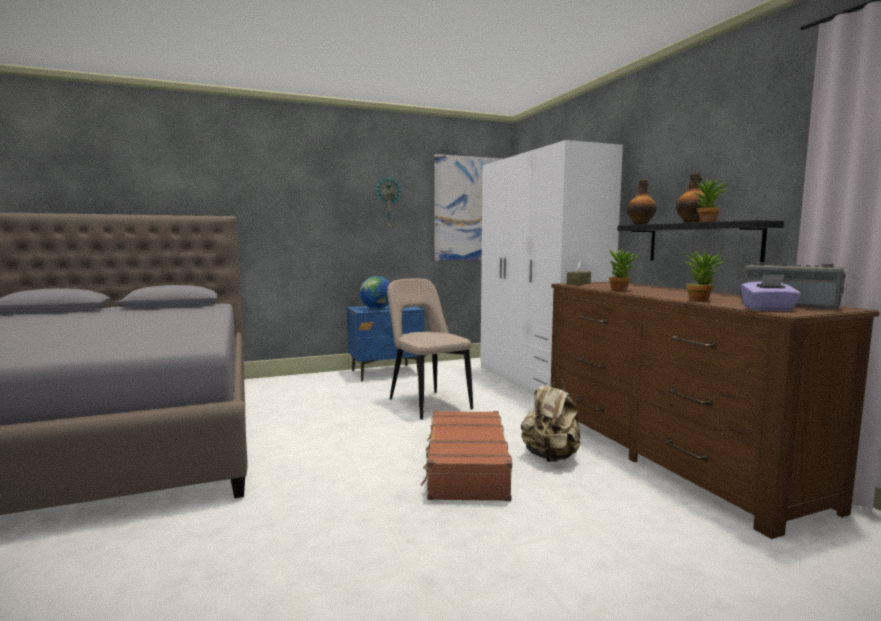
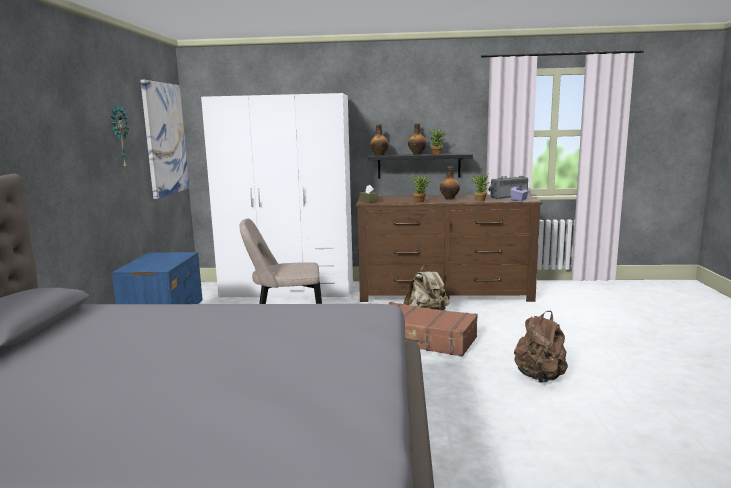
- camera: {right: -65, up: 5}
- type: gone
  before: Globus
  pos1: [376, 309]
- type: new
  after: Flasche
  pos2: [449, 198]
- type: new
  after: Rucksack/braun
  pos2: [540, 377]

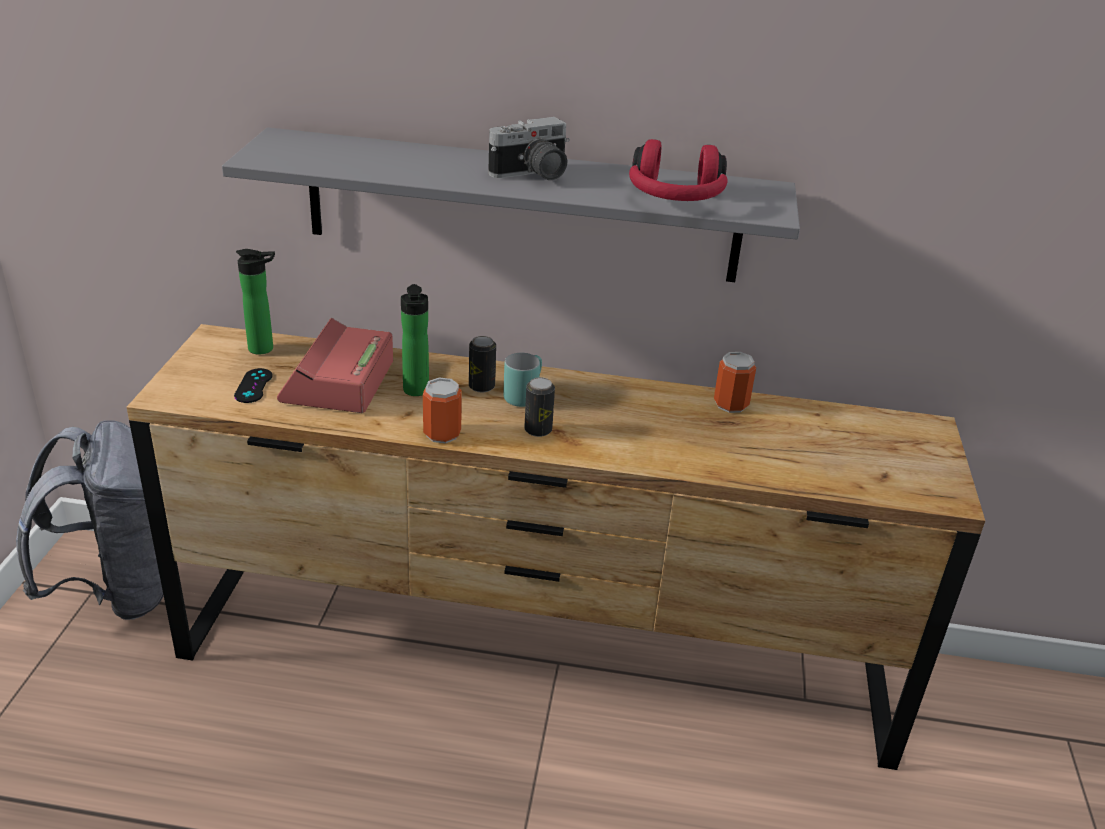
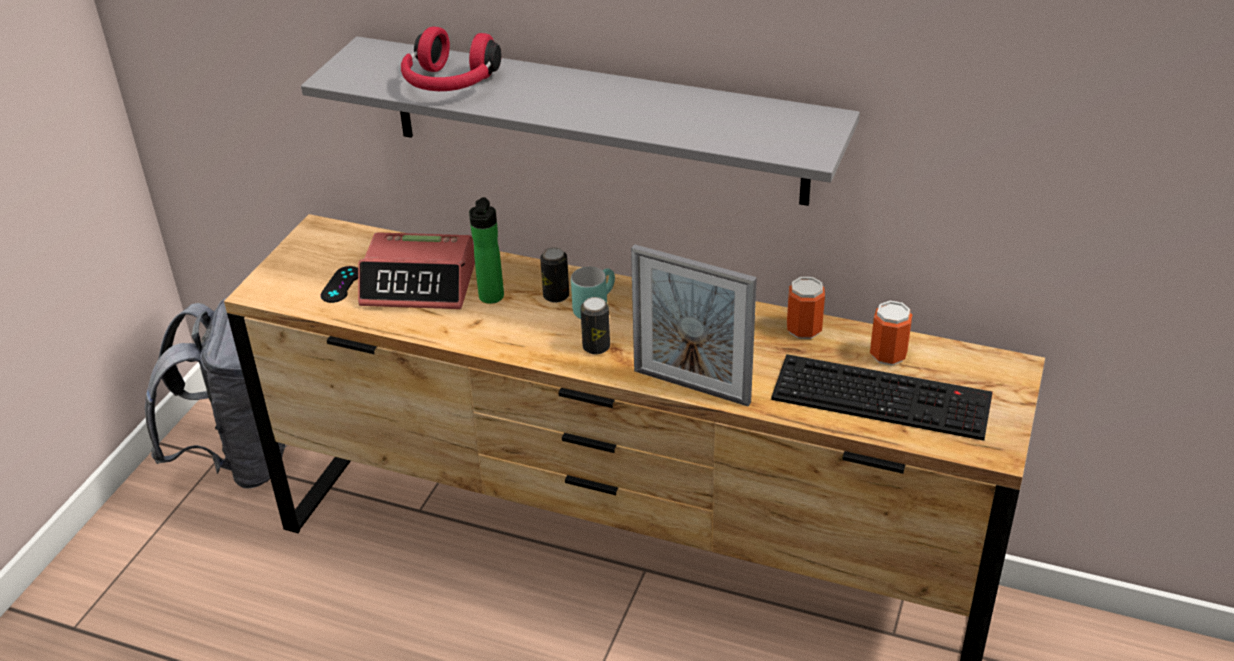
- camera: {right: 15, up: 5}
- type: gone
  before: Flasche
  pos1: [265, 349]
- type: rotated
  before: Wecker
  pos1: [338, 382]
  pos2: [419, 284]
  turn: -105
- type: shifted
  before: Dose
  pos1: [442, 434]
  pos2: [888, 355]
- type: gone
  before: Kamera
  pos1: [533, 175]
- type: shifted
  before: Kopfhörer/rot
  pos1: [675, 198]
  pos2: [449, 84]
- type: new
  after: Bilderrahmen
  pos2: [691, 386]
- type: new
  after: Tastatur
  pos2: [884, 396]

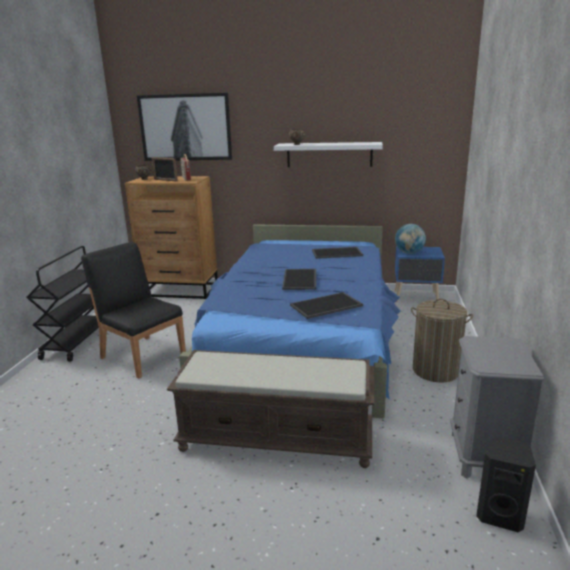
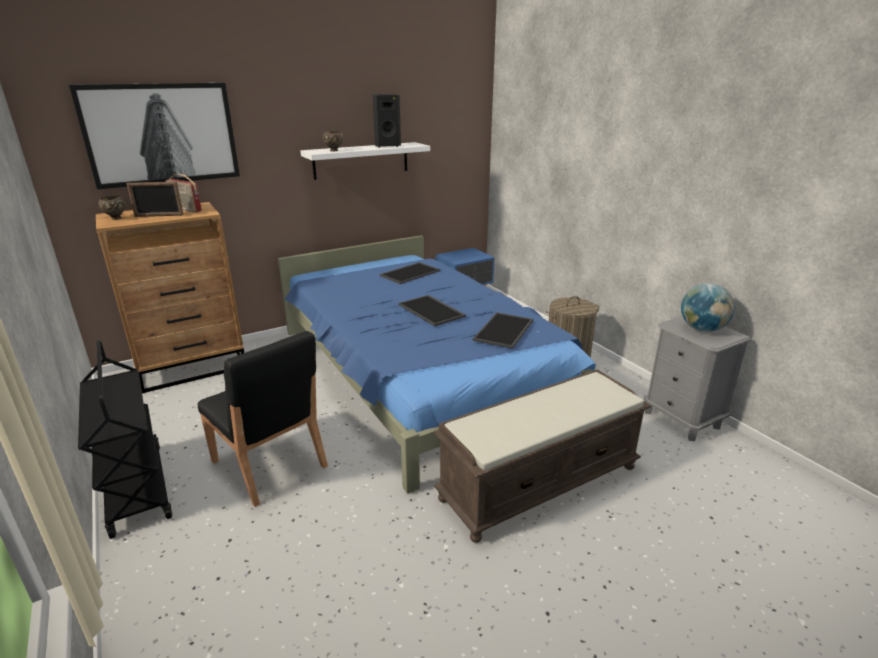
- camera: {right: -40, up: 5}
- type: rotated
  before: Stuhl/schwarz
  pos1: [143, 355]
  pos2: [269, 465]
  turn: -135
- type: shifted
  before: Globus
  pos1: [409, 253]
  pos2: [702, 329]
- type: shifted
  before: Lautsprecher/schwarz
  pos1: [499, 515]
  pos2: [386, 146]

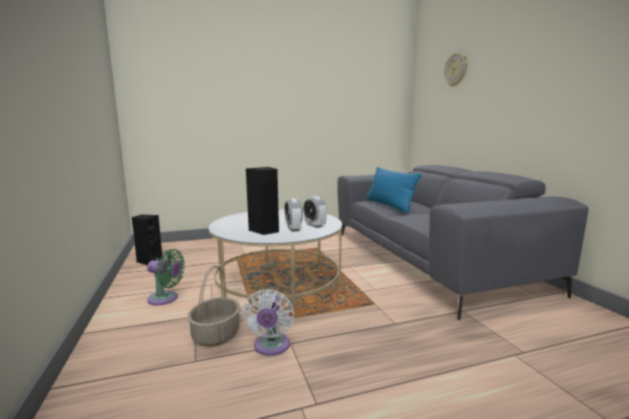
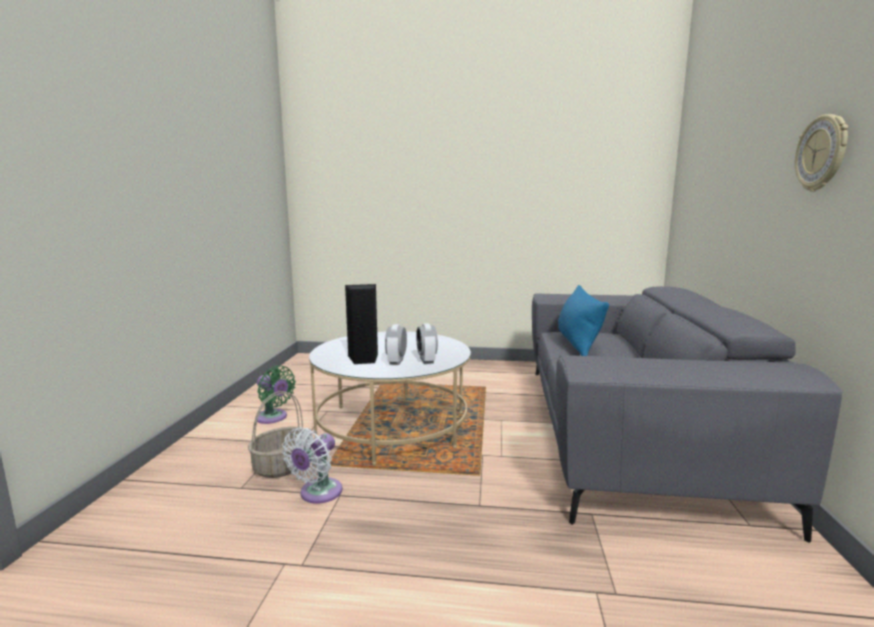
- camera: {right: 25, up: 0}
- type: gone
  before: Lautsprecher/schwarz
  pos1: [149, 261]
- type: shifted
  before: Wanduhr
  pos1: [456, 70]
  pos2: [822, 153]

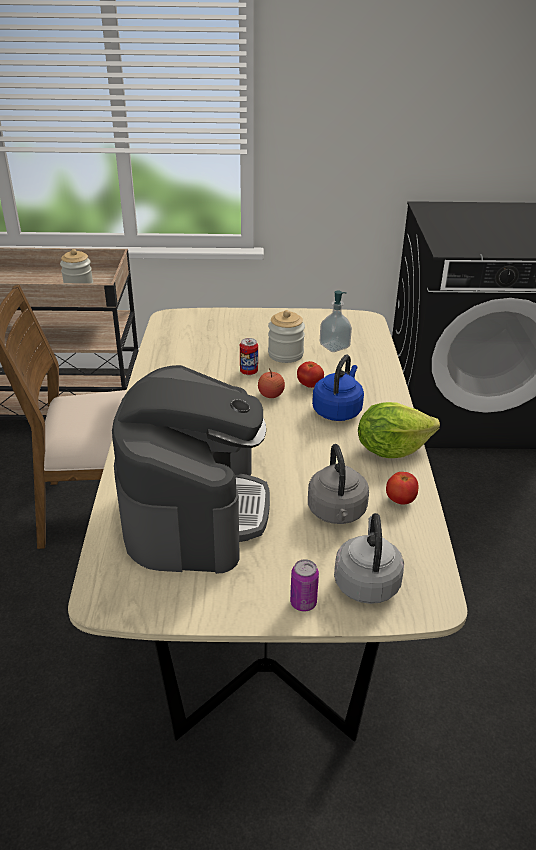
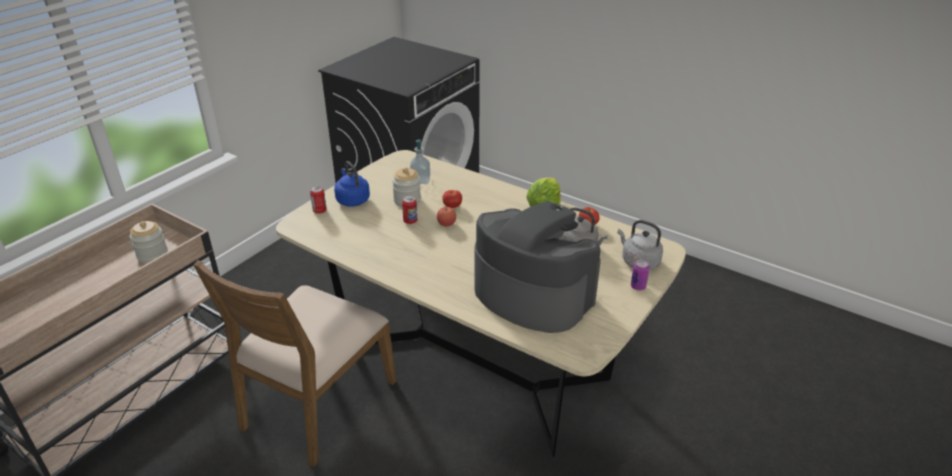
- camera: {right: -55, up: 0}
- type: shifted
  before: Wasserkessel/blau
  pos1: [338, 410]
  pos2: [352, 200]
- type: new
  after: Dose
  pos2: [319, 211]

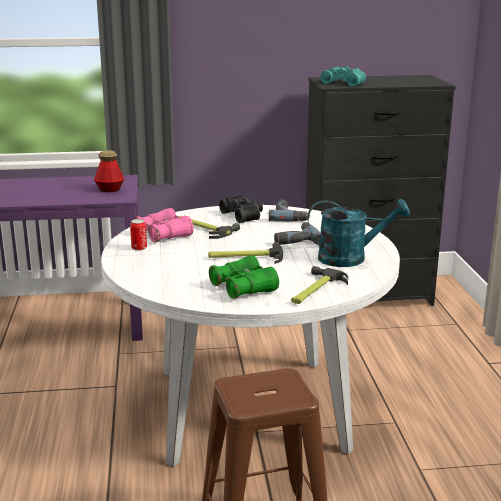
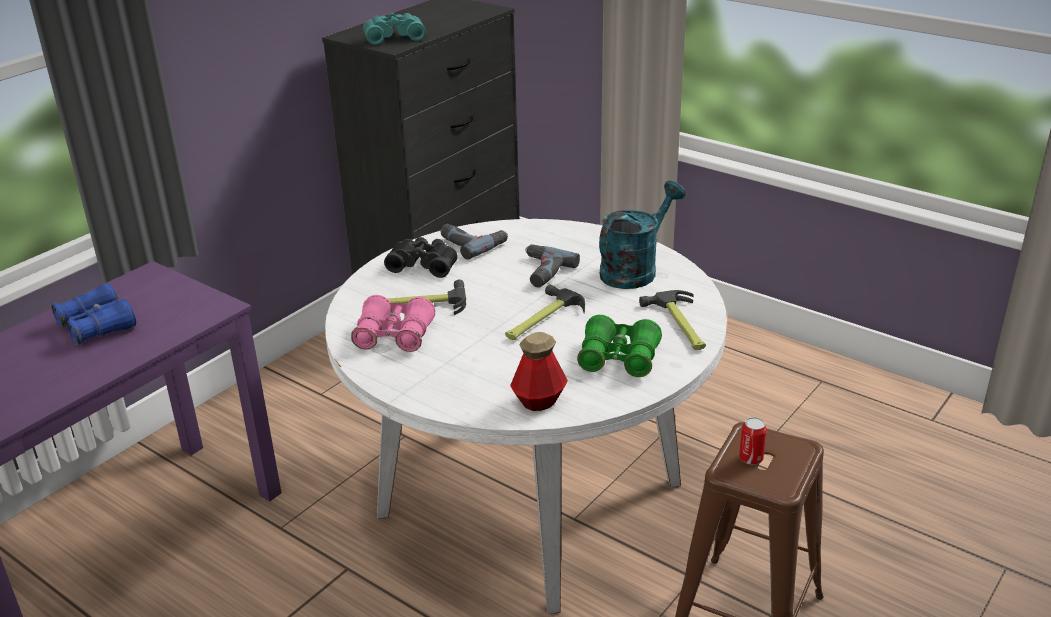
- camera: {right: -45, up: 10}
- type: shifted
  before: Flasche
  pos1: [110, 189]
  pos2: [539, 401]
- type: shifted
  before: Dose
  pos1: [139, 248]
  pos2: [751, 458]
- type: new
  after: Fernglas/blau
  pos2: [97, 326]

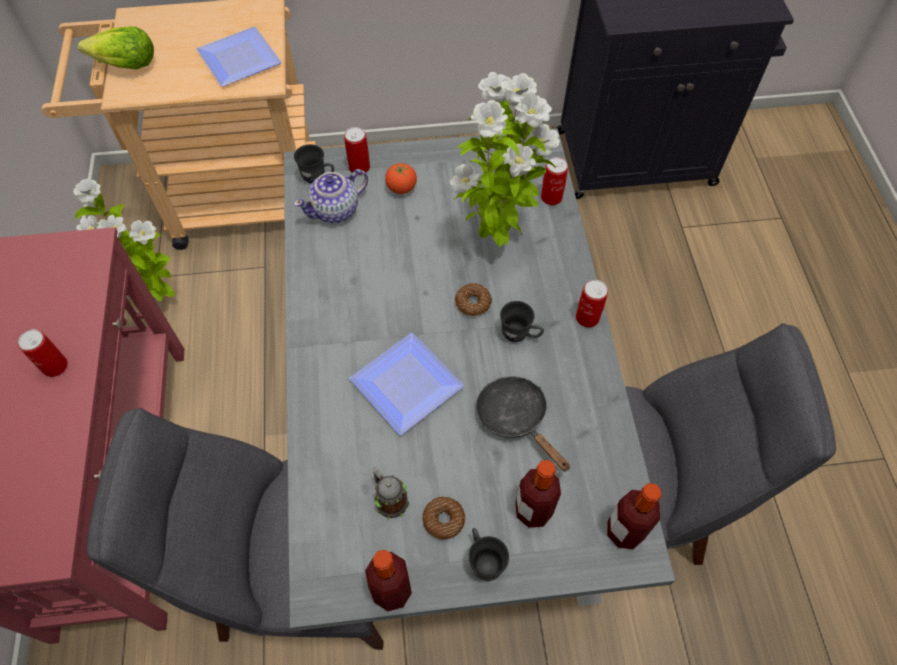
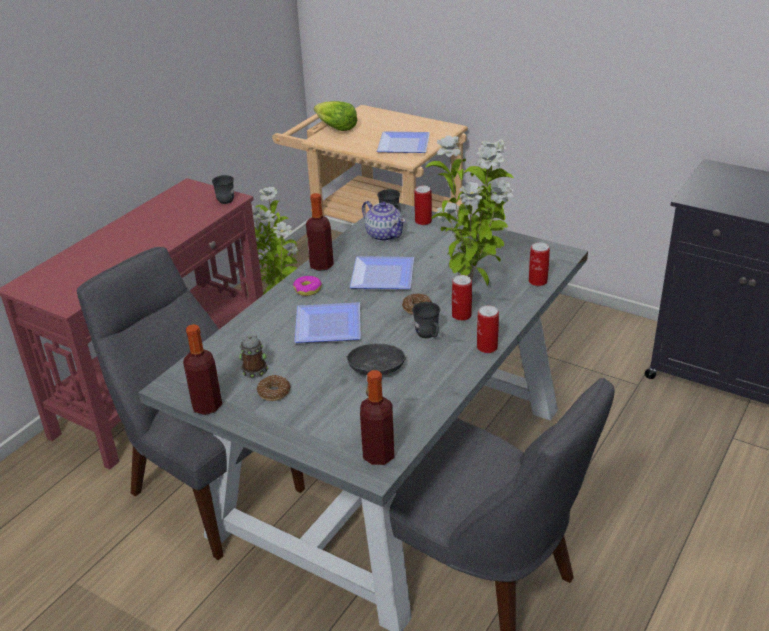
- camera: {right: 40, up: -25}
- type: shifted
  before: Dose
  pos1: [55, 366]
  pos2: [461, 315]
- type: rotated
  before: Teekanne
  pos1: [336, 210]
  pos2: [384, 235]
  turn: -135
- type: gone
  before: Tomate
  pos1: [401, 188]
- type: shifted
  before: Henkelbecher/grau
  pos1: [483, 560]
  pos2: [227, 199]
- type: shifted
  before: Flasche
  pos1: [533, 510]
  pos2: [321, 265]
- type: new
  after: Donut
  pos2: [308, 289]
- type: new
  after: Teller
  pos2: [380, 277]

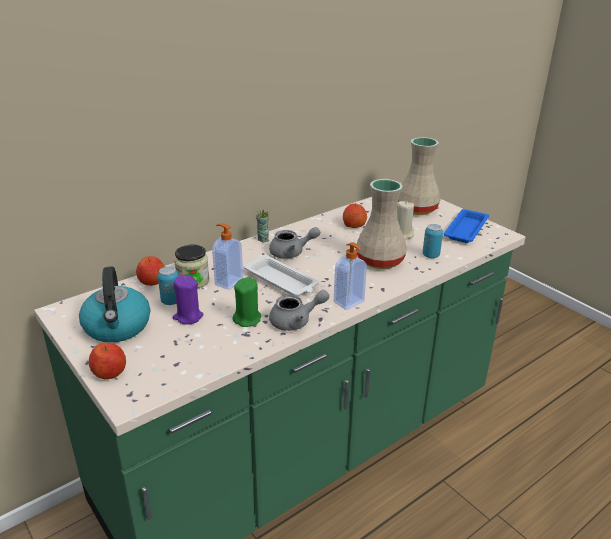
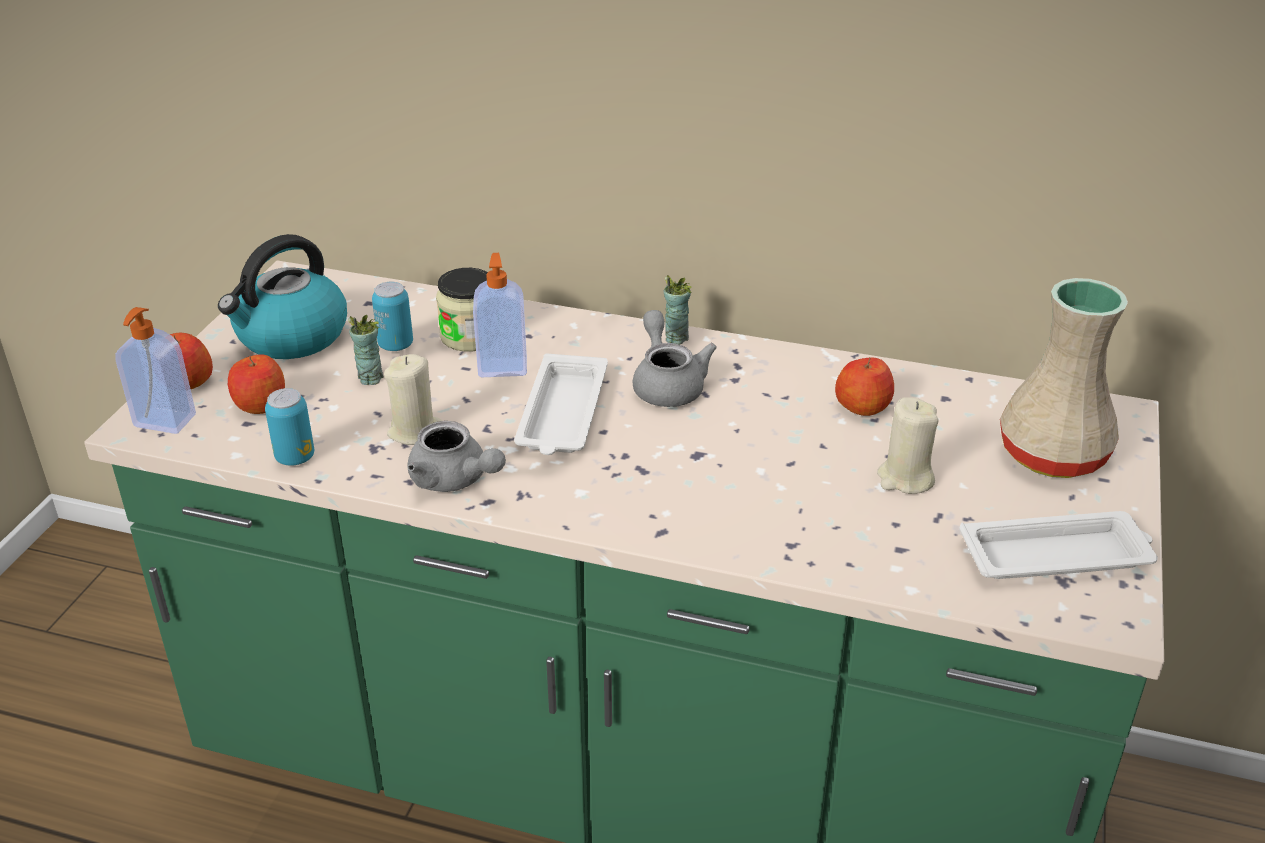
- camera: {right: 55, up: 5}
- type: shifted
  before: Apfel
  pos1: [152, 281]
  pos2: [261, 405]
- type: swapped
  before: Kerze/lila
  after: Tasse
  pos1: [188, 317]
  pos2: [370, 378]
- type: repainted
  before: Kerze/grün
  after: Kerze/beige
  pos1: [247, 319]
  pos2: [415, 431]
- type: rotated
  before: Teekanne/grau
  pos1: [291, 253]
  pos2: [667, 384]
  turn: -150
- type: shifted
  before: Seifenspender
  pos1: [349, 302]
  pos2: [164, 422]
- type: gone
  before: Vase/beige
  pos1: [379, 260]
- type: shifted
  before: Dose
  pos1: [430, 255]
  pos2: [295, 457]
- type: repainted
  before: Tablett/blau
  after: Tablett/weiß
  pos1: [466, 229]
  pos2: [1058, 555]

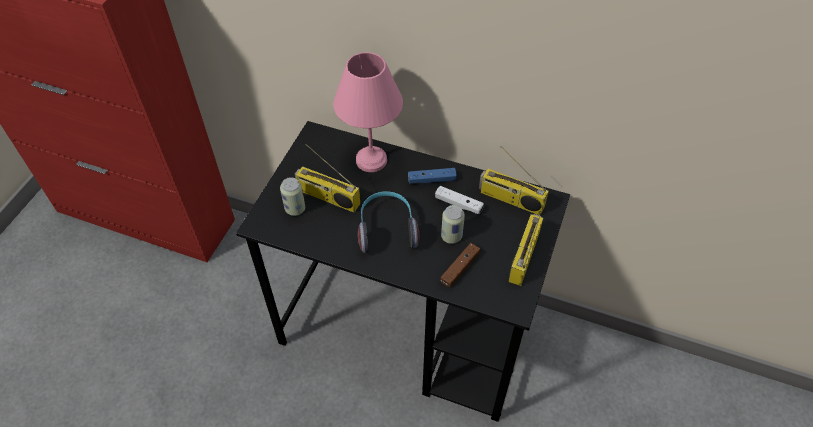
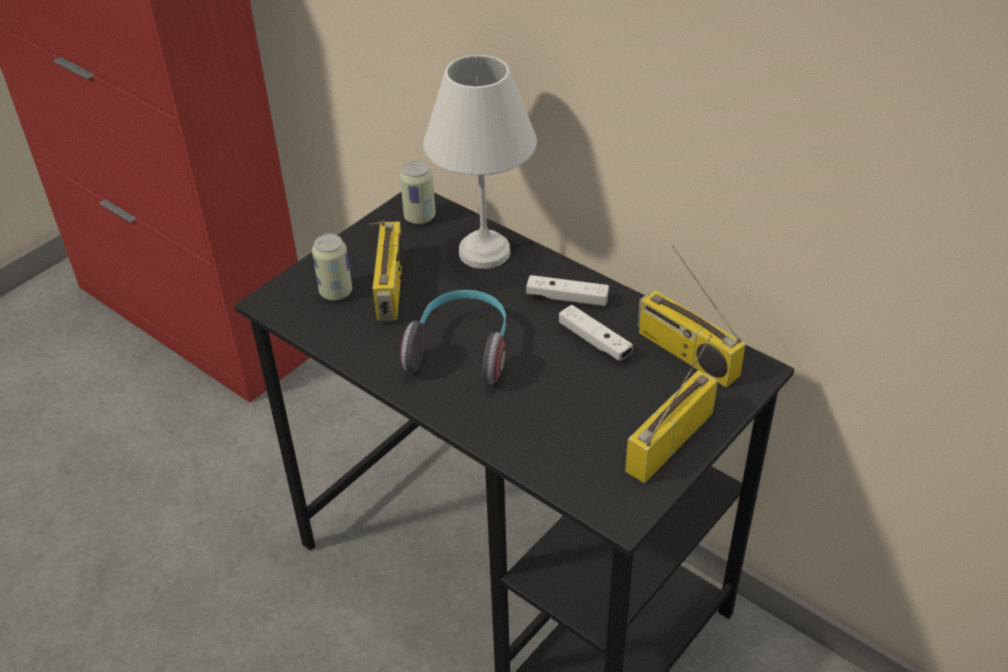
- camera: {right: 20, up: -10}
- type: rotated
  before: Radio
  pos1: [327, 197]
  pos2: [391, 287]
  turn: -135
- type: repainted
  before: Tischlampe/rosa
  after: Tischlampe/weiß
  pos1: [371, 159]
  pos2: [484, 250]
- type: repainted
  before: Gamepad/blau
  after: Gamepad/weiß
  pos1: [432, 180]
  pos2: [567, 298]
- type: shifted
  before: Dose
  pos1: [451, 236]
  pos2: [419, 217]
- type: gone
  before: Gamepad/braun
  pos1: [460, 268]

